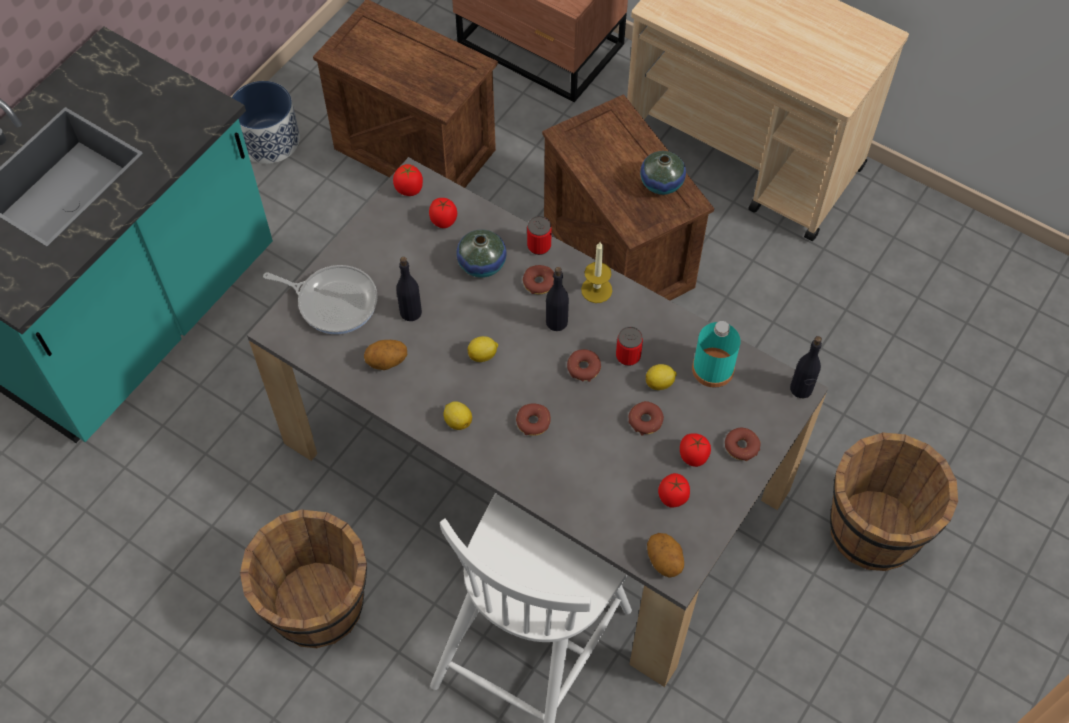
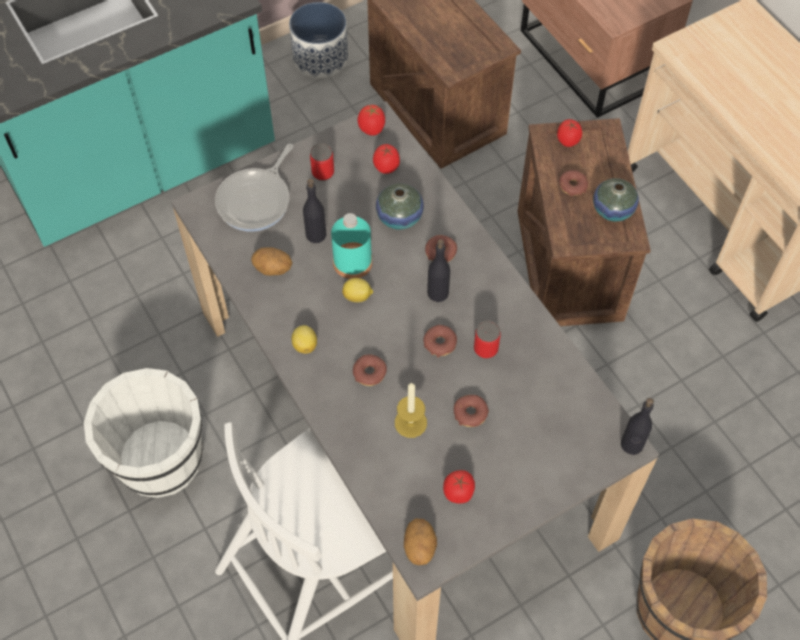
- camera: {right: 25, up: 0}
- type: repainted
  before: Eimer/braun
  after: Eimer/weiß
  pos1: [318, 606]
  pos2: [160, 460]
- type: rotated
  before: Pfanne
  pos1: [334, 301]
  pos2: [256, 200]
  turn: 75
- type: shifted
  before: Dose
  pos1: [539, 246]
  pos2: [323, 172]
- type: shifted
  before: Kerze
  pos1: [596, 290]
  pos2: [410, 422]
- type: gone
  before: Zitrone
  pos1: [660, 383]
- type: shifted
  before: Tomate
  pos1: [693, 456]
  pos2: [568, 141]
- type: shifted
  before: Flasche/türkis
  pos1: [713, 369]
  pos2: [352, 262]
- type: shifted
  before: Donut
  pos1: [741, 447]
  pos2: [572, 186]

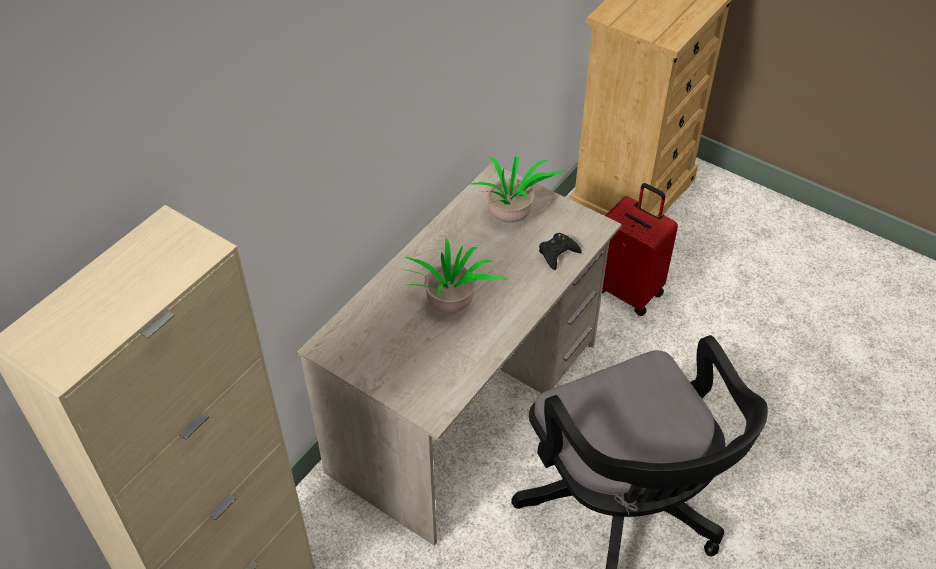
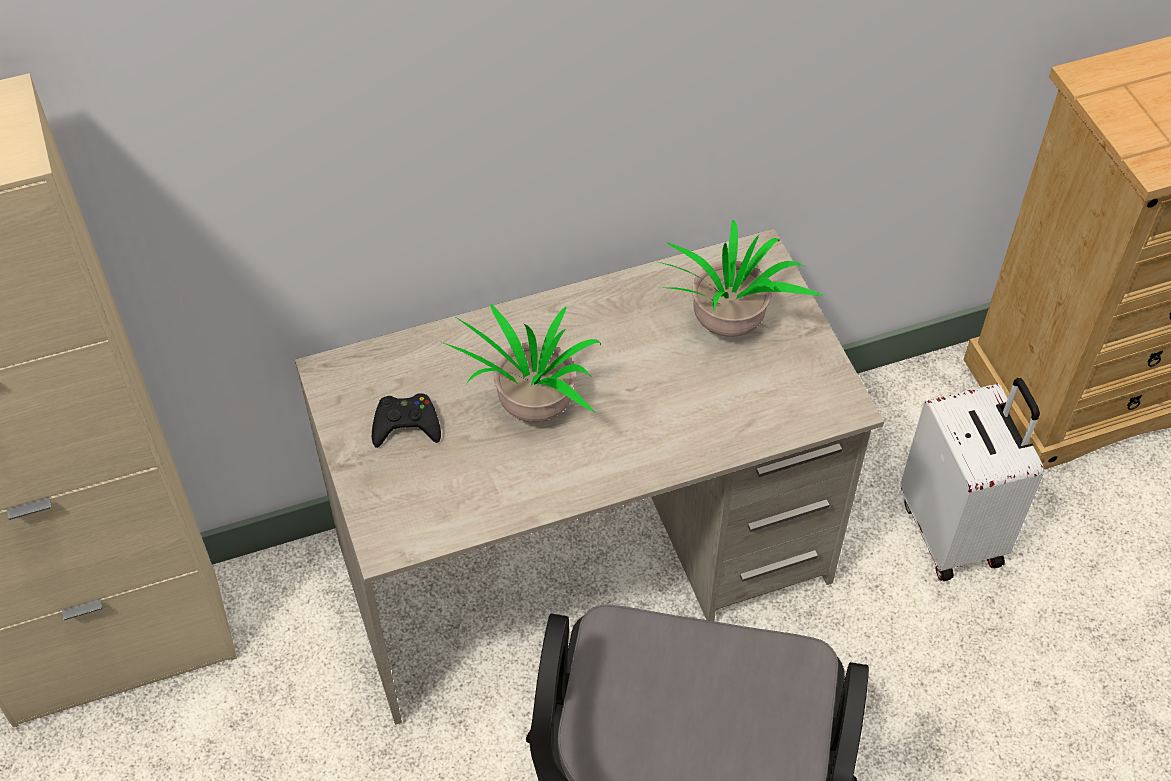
- camera: {right: 35, up: 5}
- type: shifted
  before: Gamepad/schwarz
  pos1: [557, 253]
  pos2: [406, 425]
- type: repainted
  before: Koffer/rot
  after: Koffer/weiß
  pos1: [628, 290]
  pos2: [954, 531]

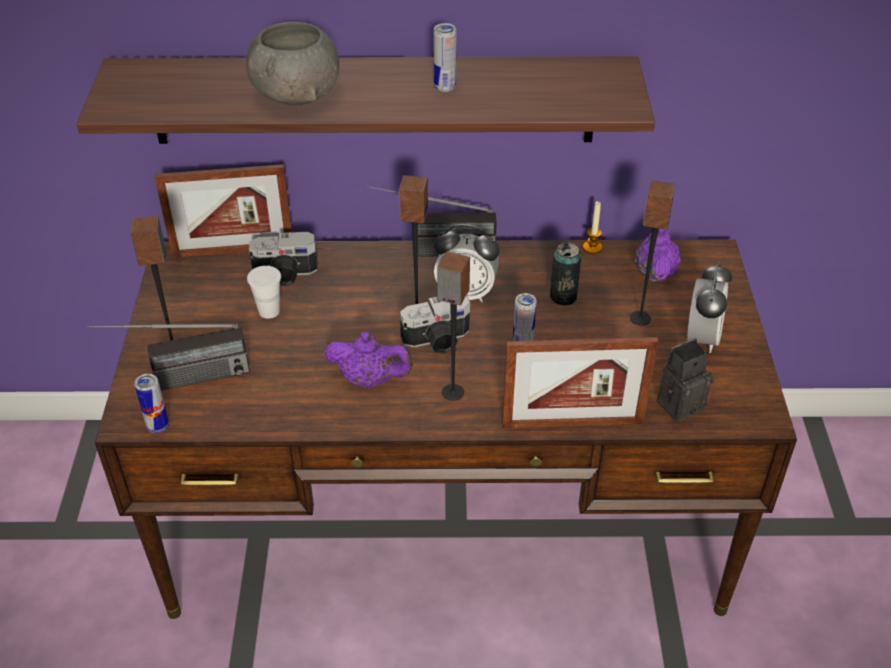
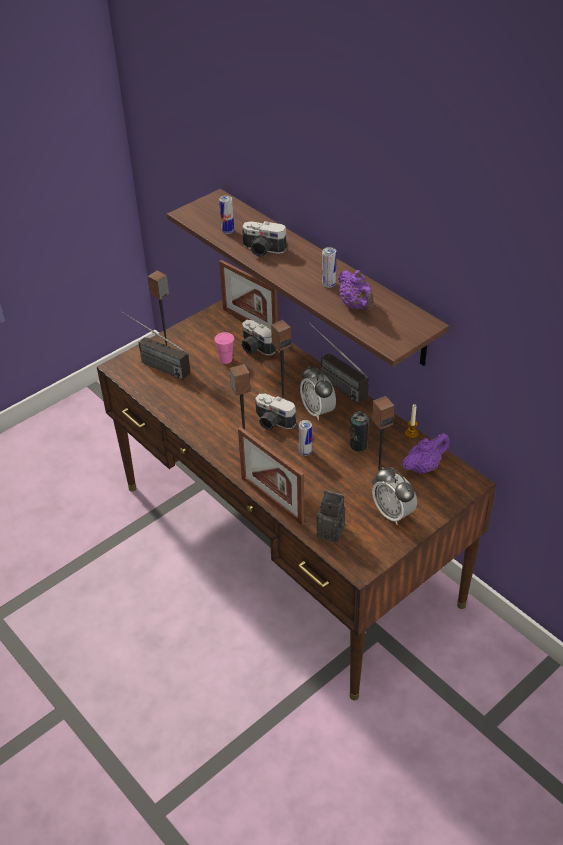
- camera: {right: 50, up: 0}
- type: shifted
  before: Dose
  pos1: [158, 426]
  pos2: [228, 231]
- type: swapped
  before: Schüssel/grau
  after: Kamera
  pos1: [297, 95]
  pos2: [262, 250]
- type: repainted
  before: Tasse/weiß
  after: Tasse/rosa
  pos1: [269, 311]
  pos2: [226, 359]
- type: shifted
  before: Teekanne/lila
  pos1: [370, 380]
  pos2: [356, 306]
- type: rotated
  before: Wecker
  pos1: [701, 338]
  pos2: [393, 513]
  turn: 75

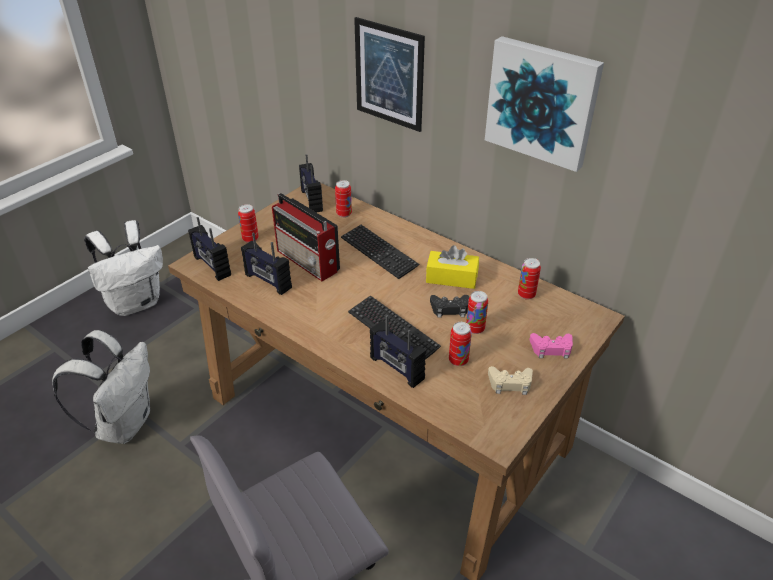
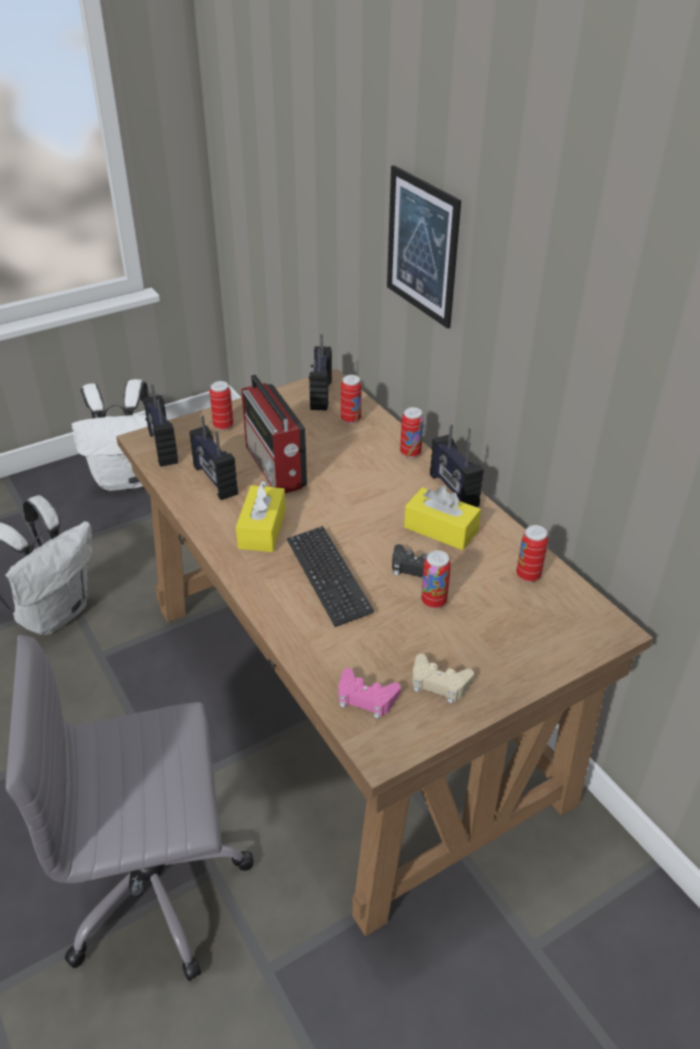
- camera: {right: 20, up: 0}
- type: gone
  before: Tastatur
  pos1: [379, 252]
- type: shifted
  before: Radio
  pos1: [396, 368]
  pos2: [453, 490]
- type: shifted
  before: Dose
  pos1: [458, 360]
  pos2: [410, 453]
- type: gone
  before: Bild
  pos1: [542, 102]
- type: shifted
  before: Gamepad/rosa
  pos1: [551, 348]
  pos2: [366, 698]
- type: new
  after: Taschentuchbox/gelb
  pos2: [262, 529]

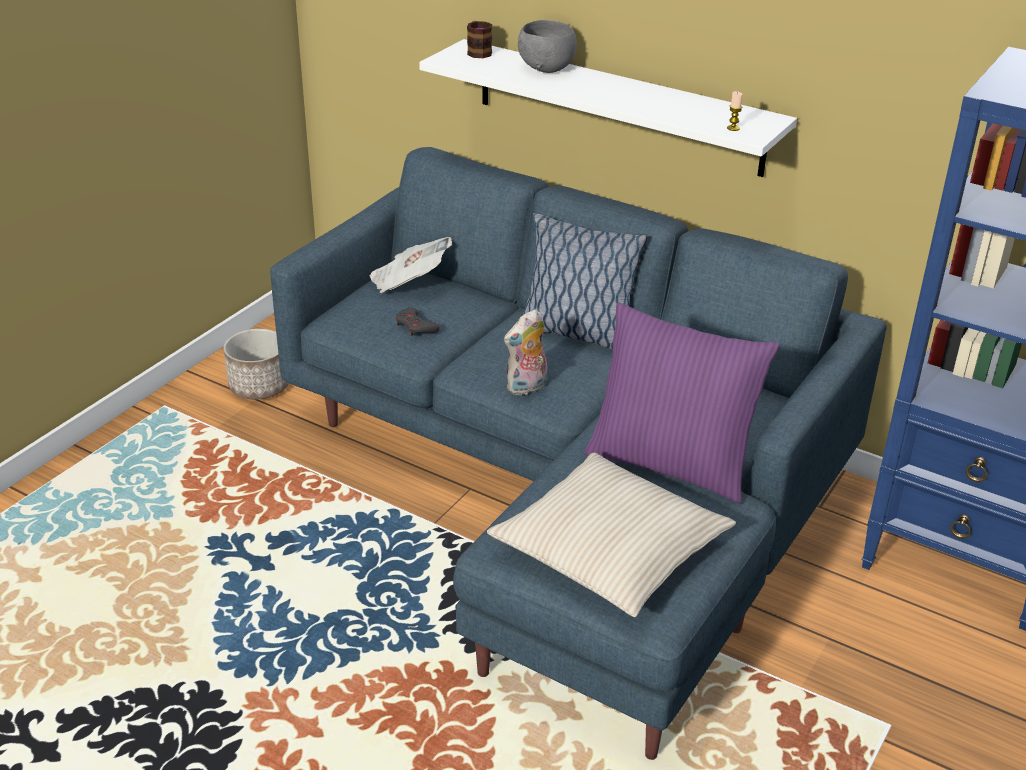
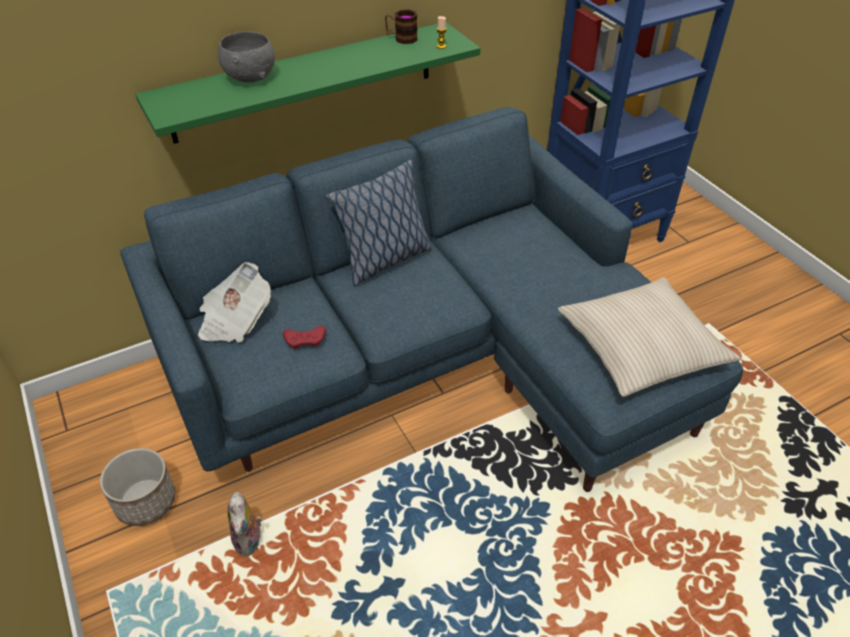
- camera: {right: -60, up: 10}
- type: repainted
  before: Gamepad/grau
  after: Gamepad/rot
  pos1: [415, 326]
  pos2: [305, 340]
- type: repainted
  before: Wandregal/weiß
  after: Wandregal/grün
  pos1: [618, 107]
  pos2: [305, 82]
- type: shifted
  before: Henkelbecher
  pos1: [478, 51]
  pos2: [401, 38]
- type: shifted
  before: Plüschtier
  pos1: [527, 387]
  pos2: [250, 541]
- type: gone
  before: Kissen/lila
  pos1: [671, 463]

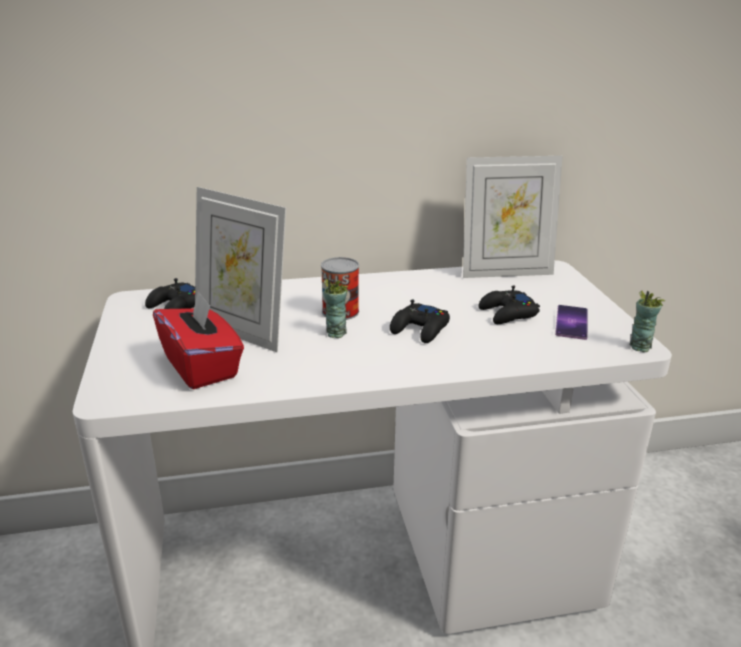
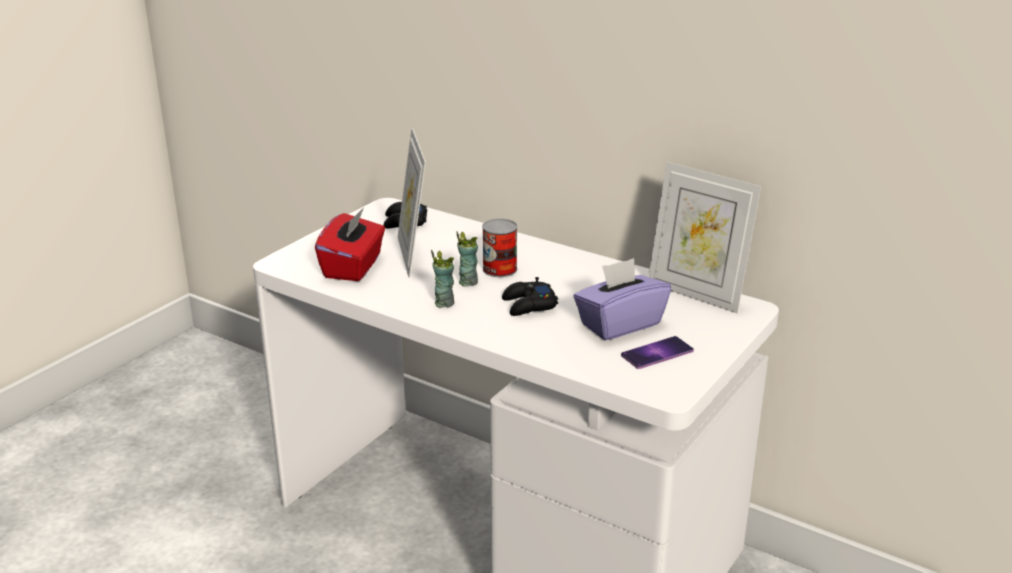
- camera: {right: 45, up: 0}
- type: swapped
  before: Gamepad/schwarz
  after: Taschentuchbox/lila
  pos1: [507, 314]
  pos2: [619, 324]
- type: shifted
  before: Tasse
  pos1: [639, 346]
  pos2: [444, 303]

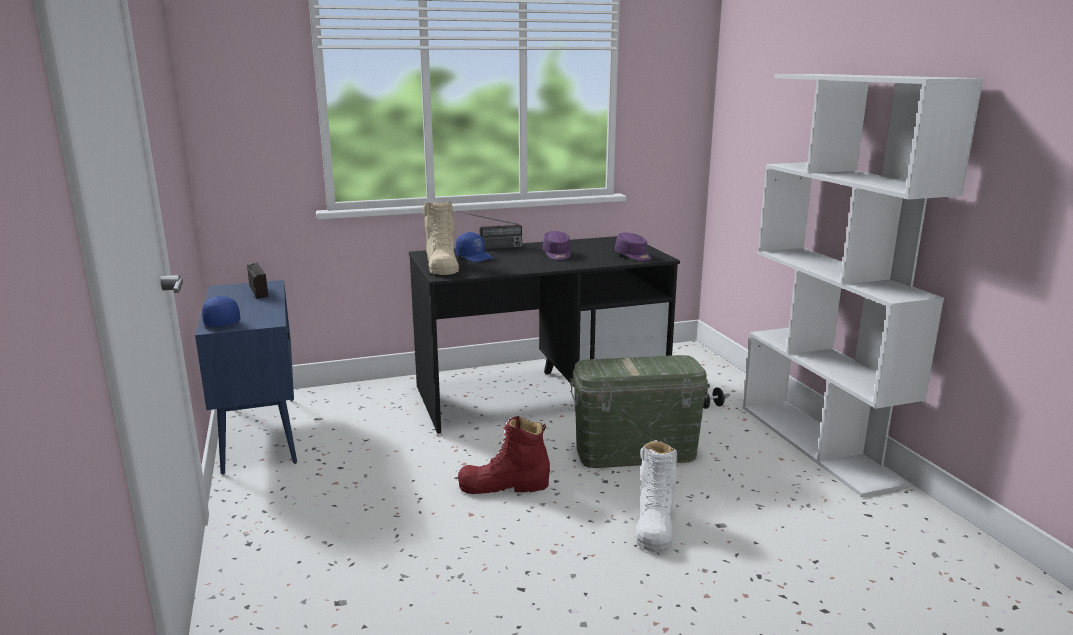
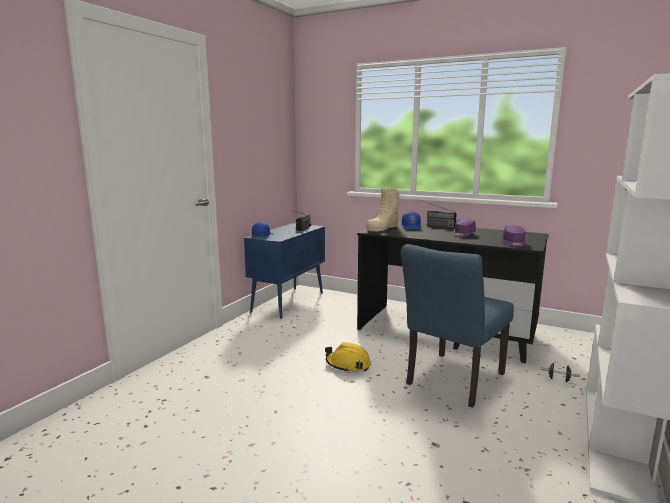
- camera: {right: 45, up: -5}
- type: swapped
  before: Stiefel/rot
  after: Schutzhelm/gelb
  pos1: [504, 485]
  pos2: [348, 365]
- type: swapped
  before: Aufbewahrungsbox/grün
  after: Stuhl/blau
  pos1: [635, 452]
  pos2: [451, 382]
- type: gone
  before: Stiefel/weiß
  pos1: [654, 524]

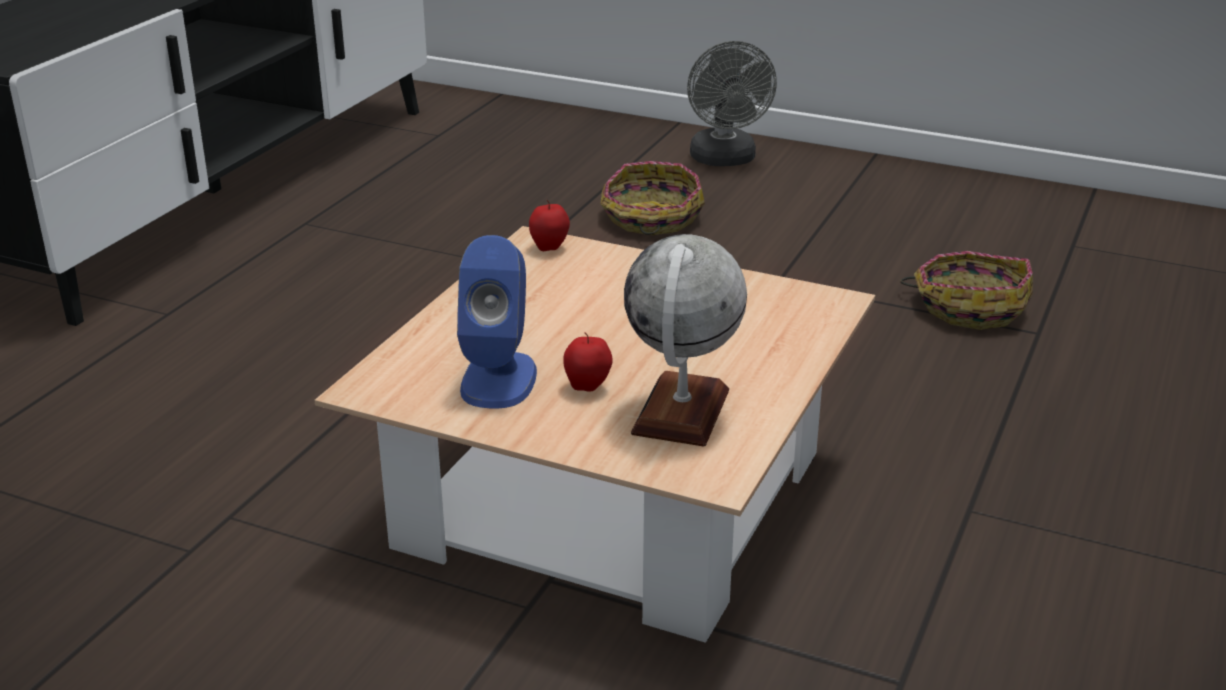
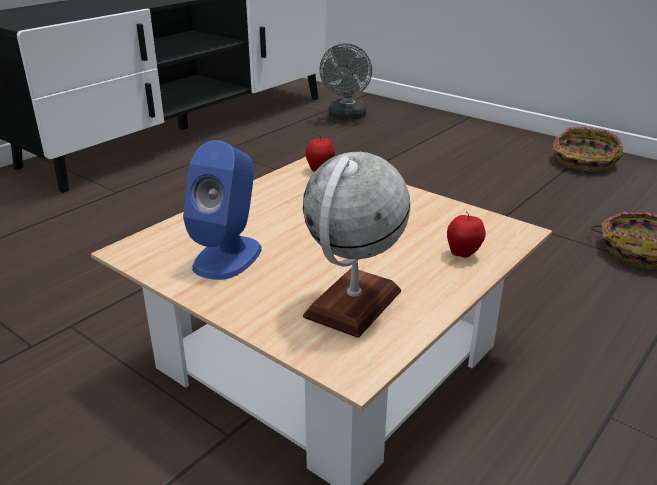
- camera: {right: 15, up: 0}
- type: shifted
  before: Apfel
  pos1: [588, 387]
  pos2: [463, 254]
- type: shifted
  before: Korb
  pos1: [651, 218]
  pos2: [583, 162]
- type: shifted
  before: Ventilator/grau
  pos1: [725, 160]
  pos2: [346, 116]

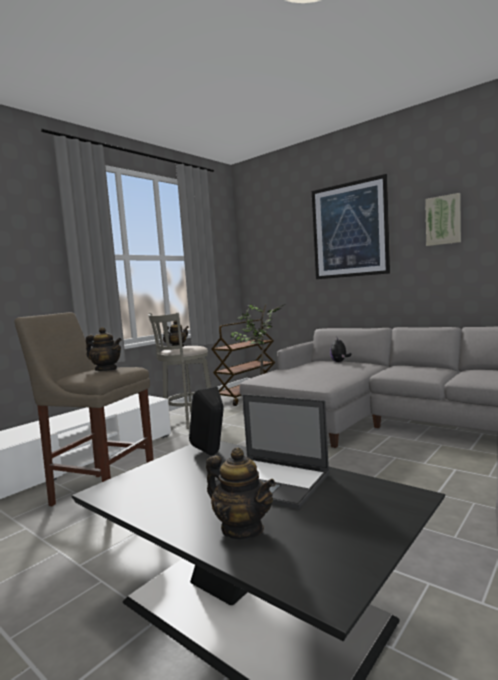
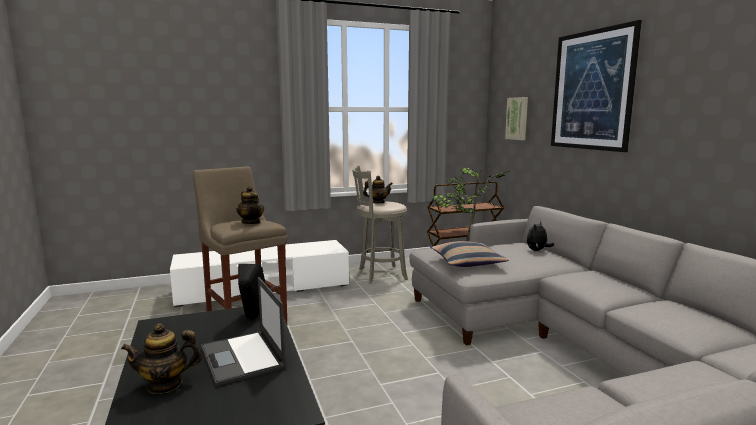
- camera: {right: 30, up: 5}
- type: rotated
  before: Teekanne
  pos1: [242, 529]
  pos2: [165, 384]
  turn: 90
- type: shifted
  before: Bild
  pos1: [443, 220]
  pos2: [517, 118]
- type: new
  after: Kissen
  pos2: [467, 262]

